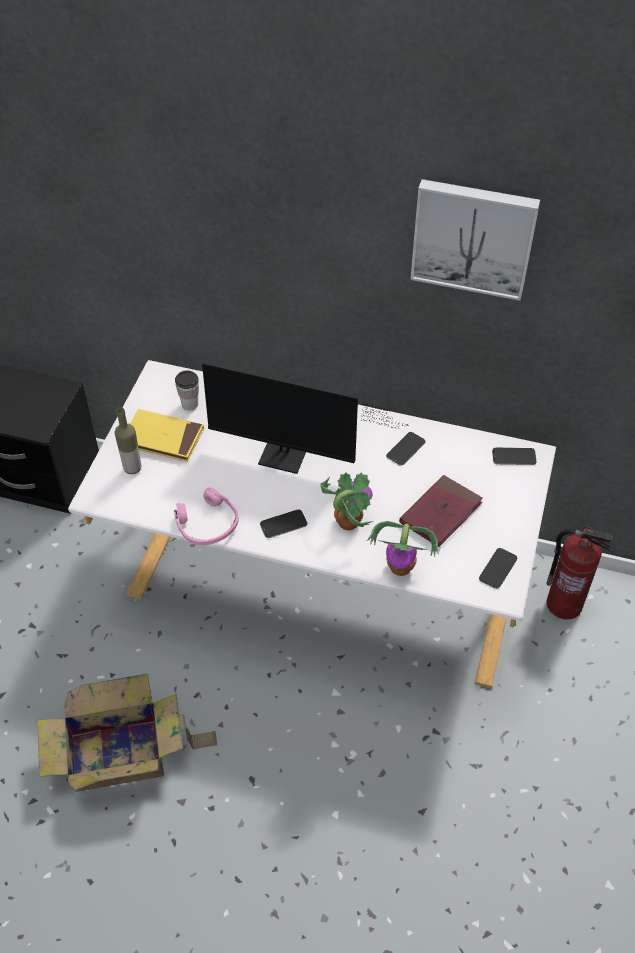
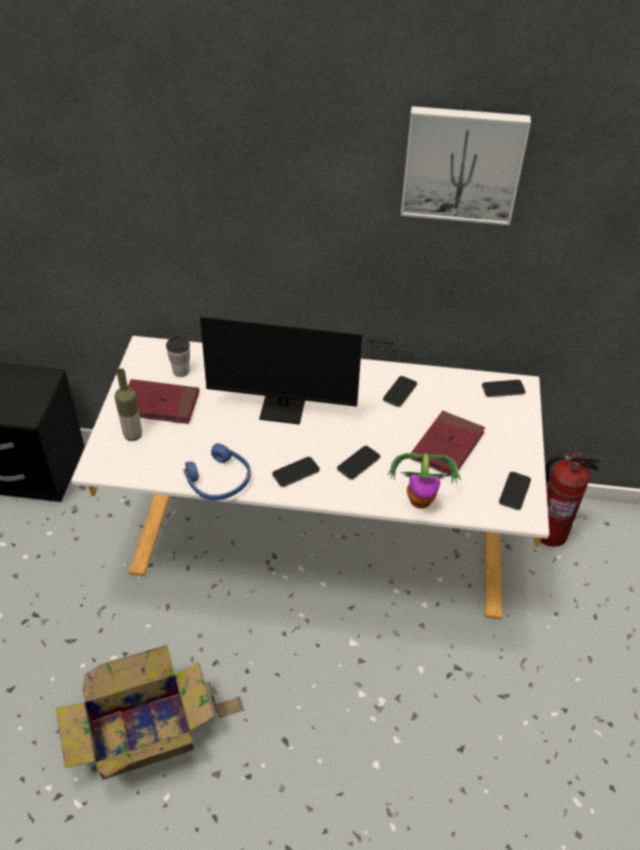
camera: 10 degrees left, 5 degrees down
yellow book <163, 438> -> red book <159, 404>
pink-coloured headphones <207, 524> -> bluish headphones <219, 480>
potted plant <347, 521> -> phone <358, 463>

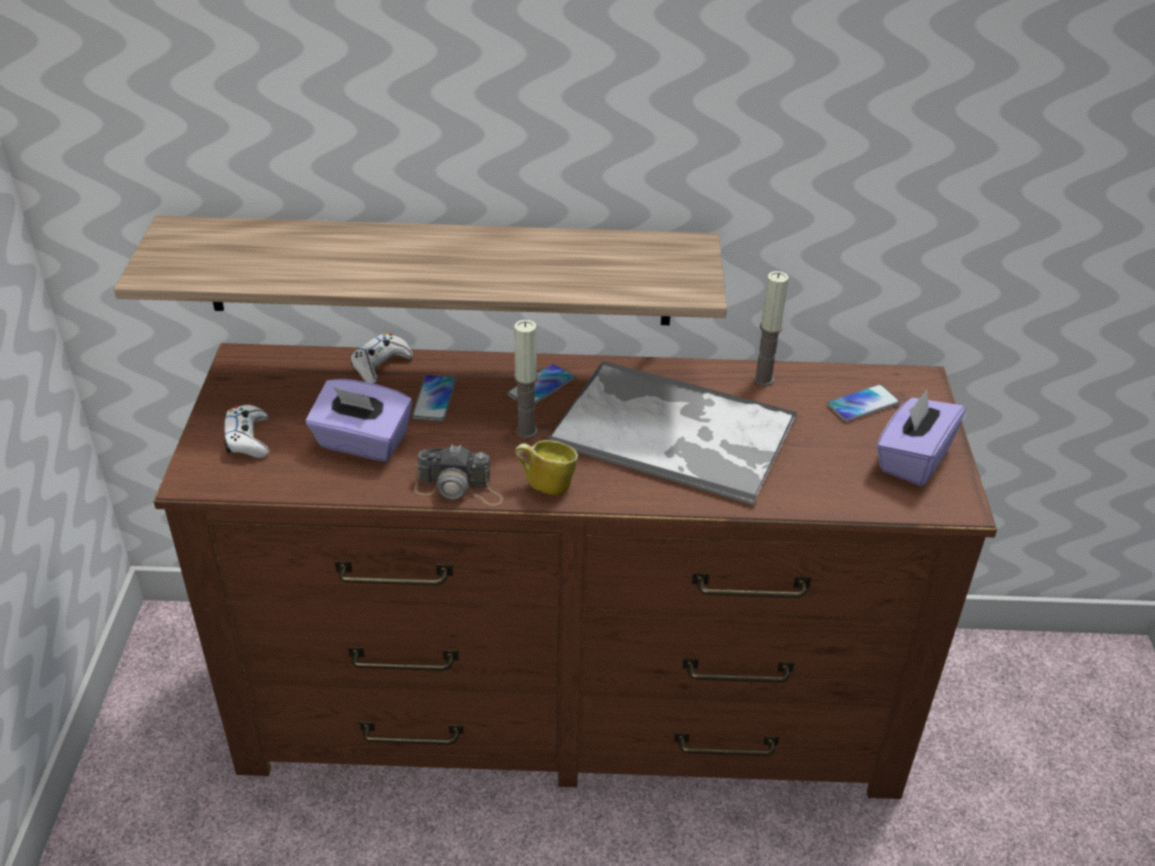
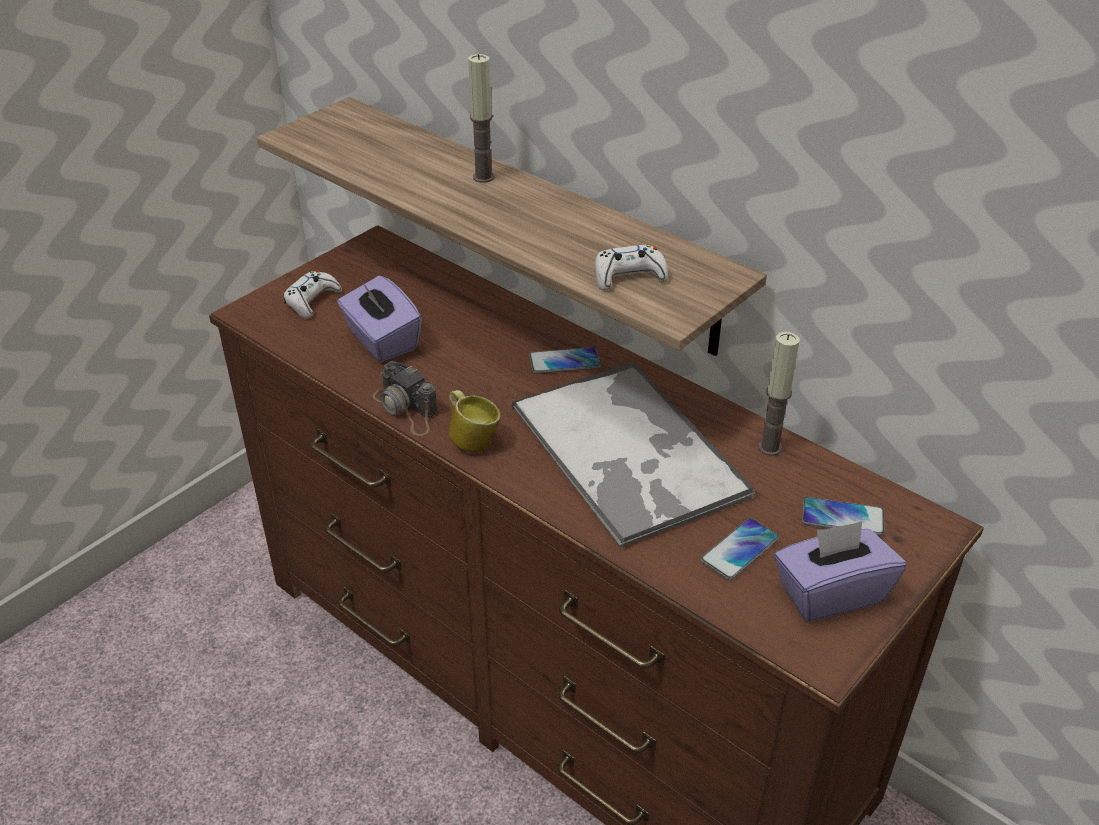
camera: 40 degrees right, 0 degrees up
white-coloured joypad <380, 364> -> white-coloured joypad <628, 276>, shifted
phone <434, 399> -> phone <740, 550>, shifted
candle <526, 431> -> candle <483, 177>, shifted

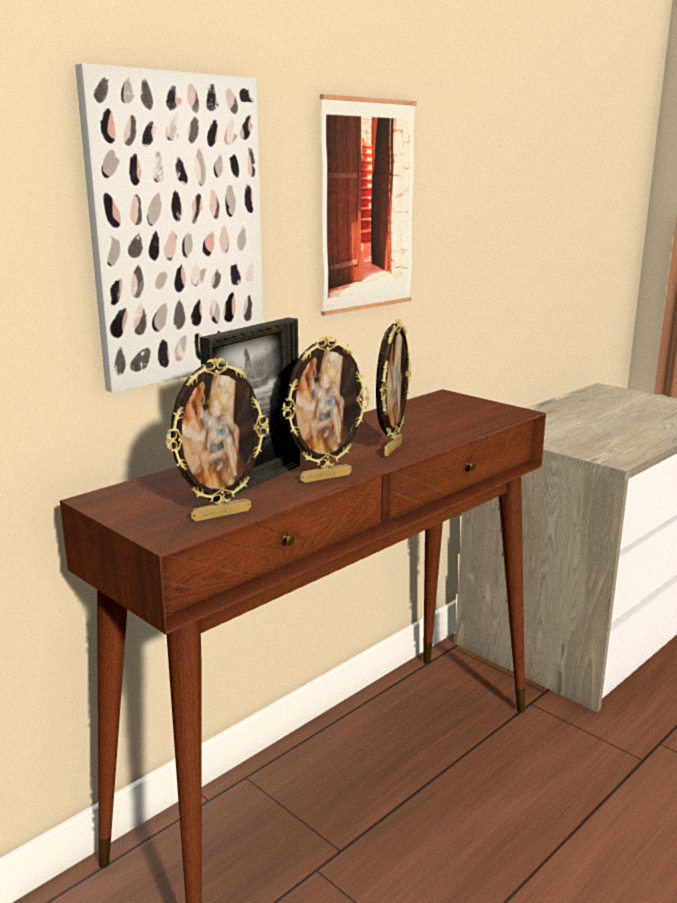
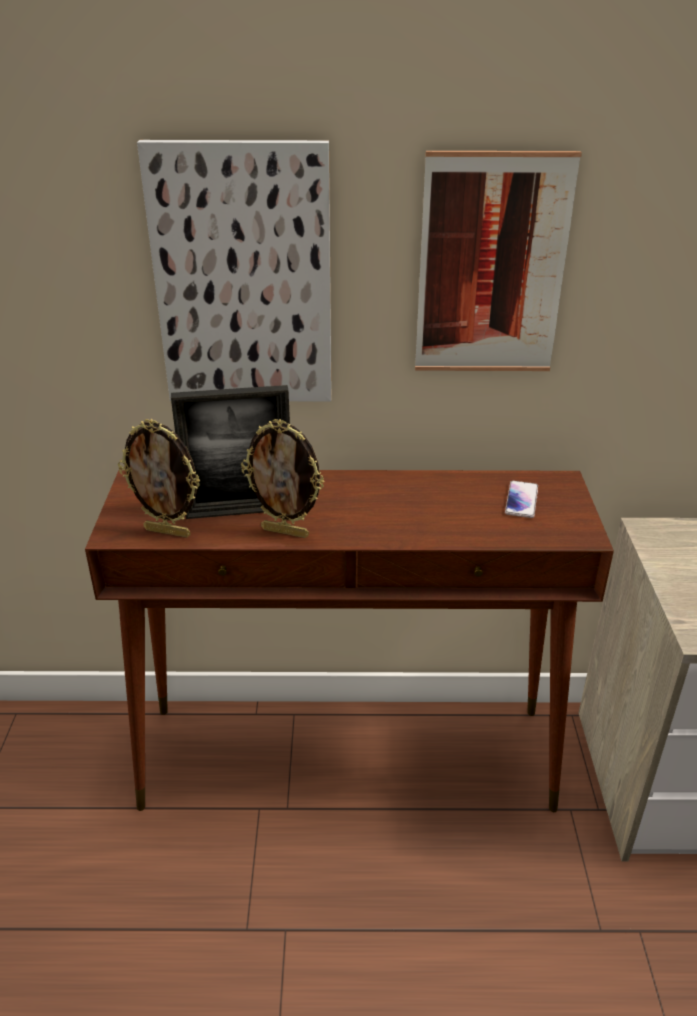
camera: 45 degrees right, 15 degrees up
standing frame <391, 449> -> none
none -> phone <521, 500>

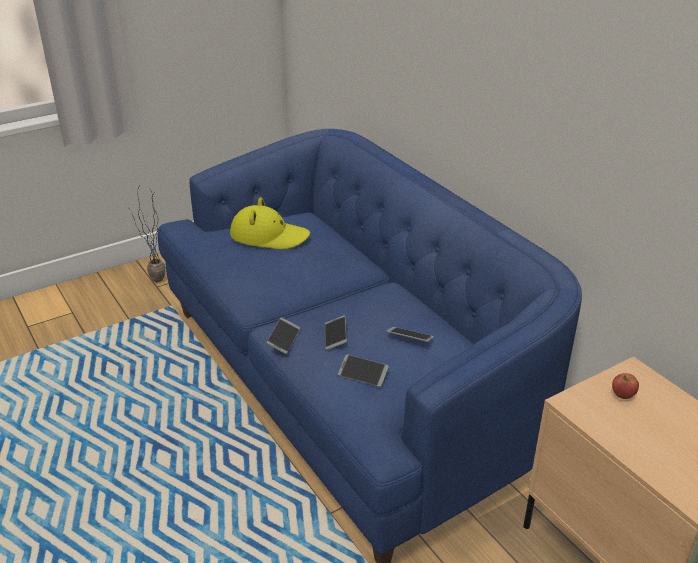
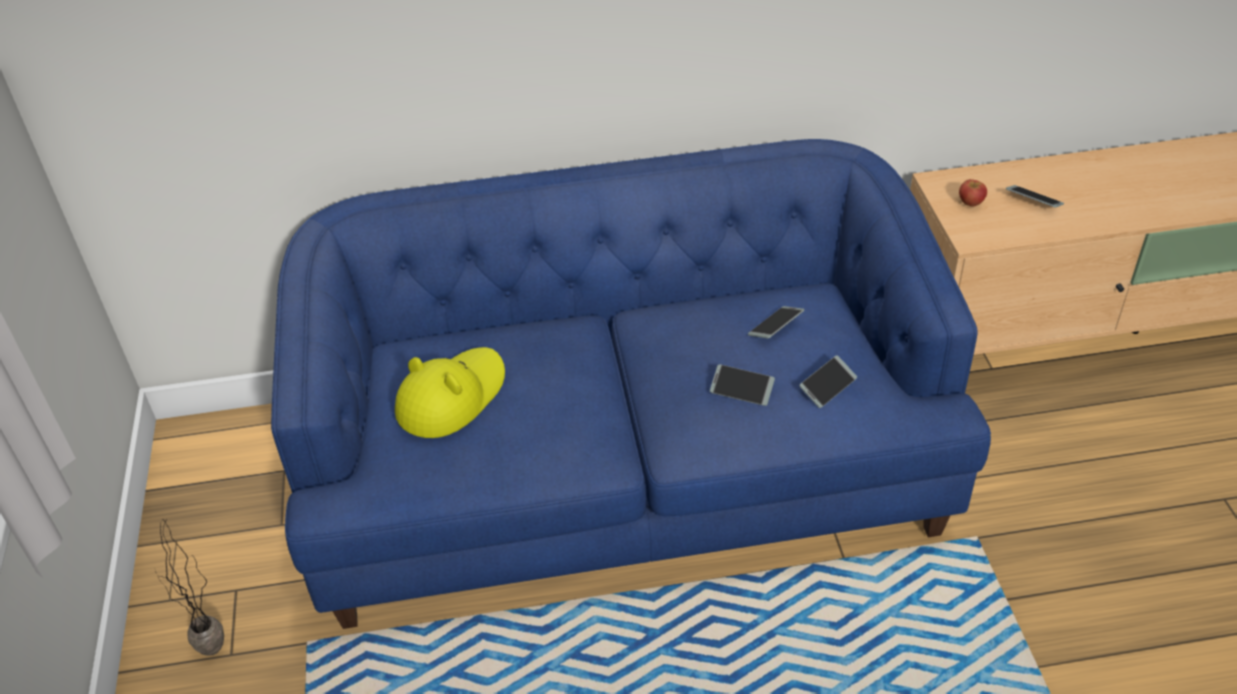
camera: 65 degrees left, 10 degrees up
phone <283, 339> -> phone <1033, 201>, shifted

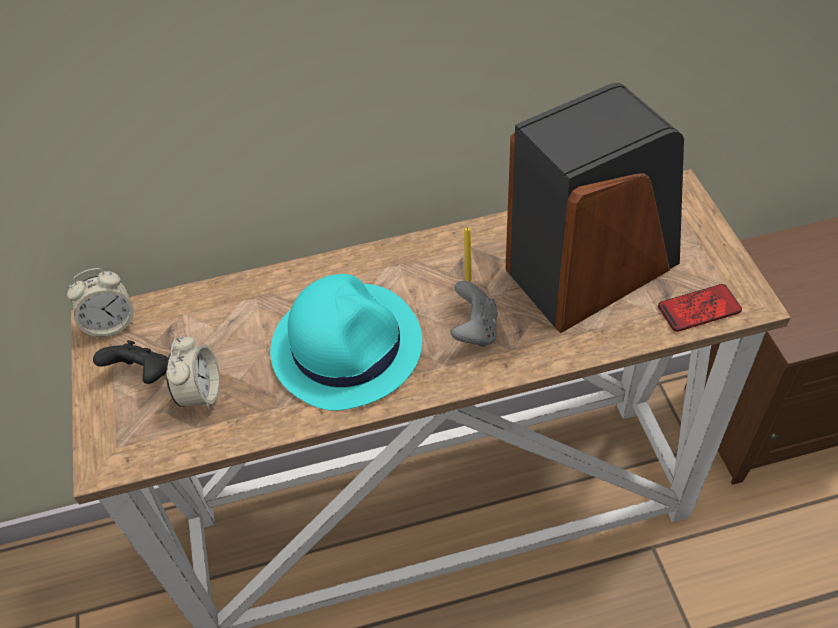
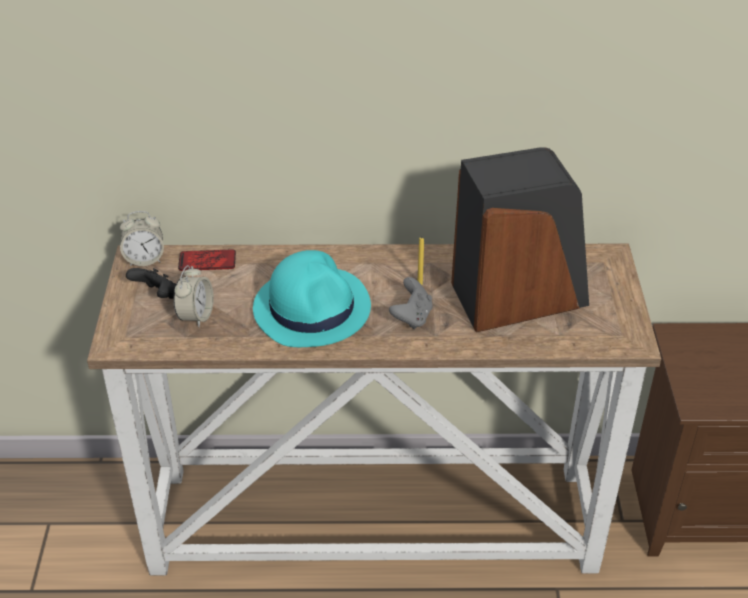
camera: 10 degrees right, 10 degrees down
phone <699, 309> -> phone <207, 261>, shifted

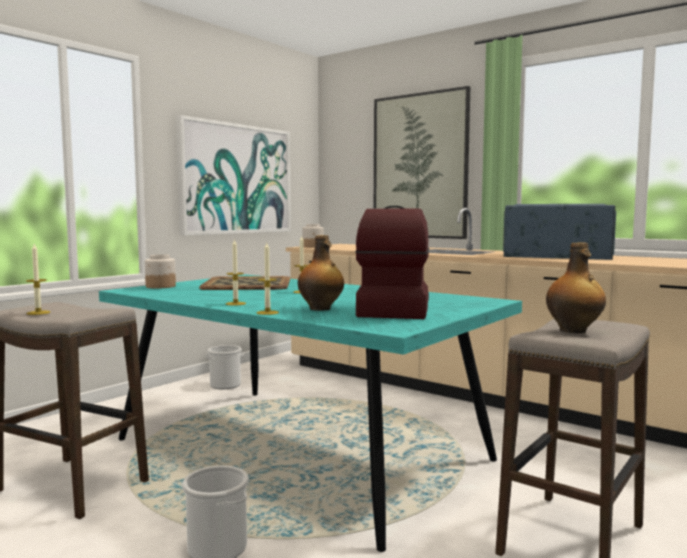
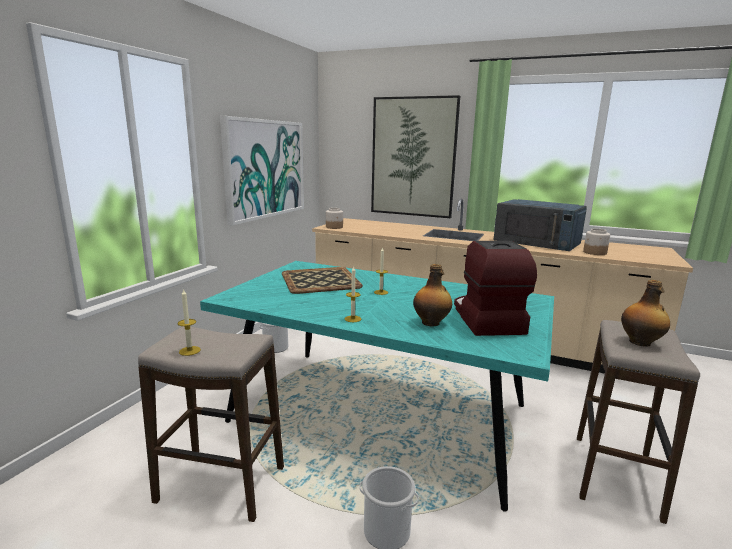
camera: 15 degrees left, 10 degrees up
jar <160, 286> -> jar <594, 252>, shifted
candle <267, 312> -> none
bluish microwave oven <556, 256> -> bluish microwave oven <537, 241>, 150 degrees counterclockwise

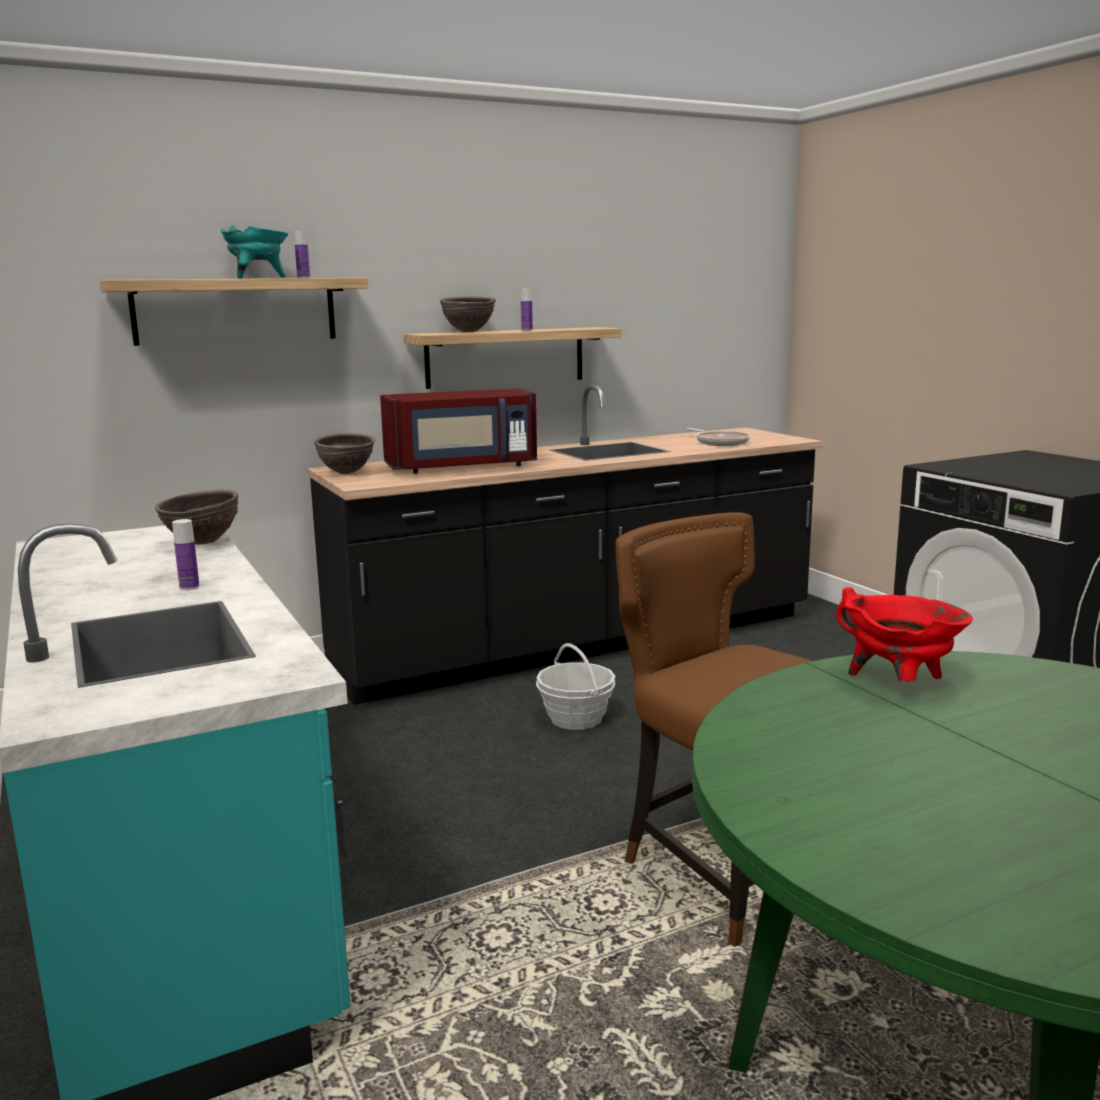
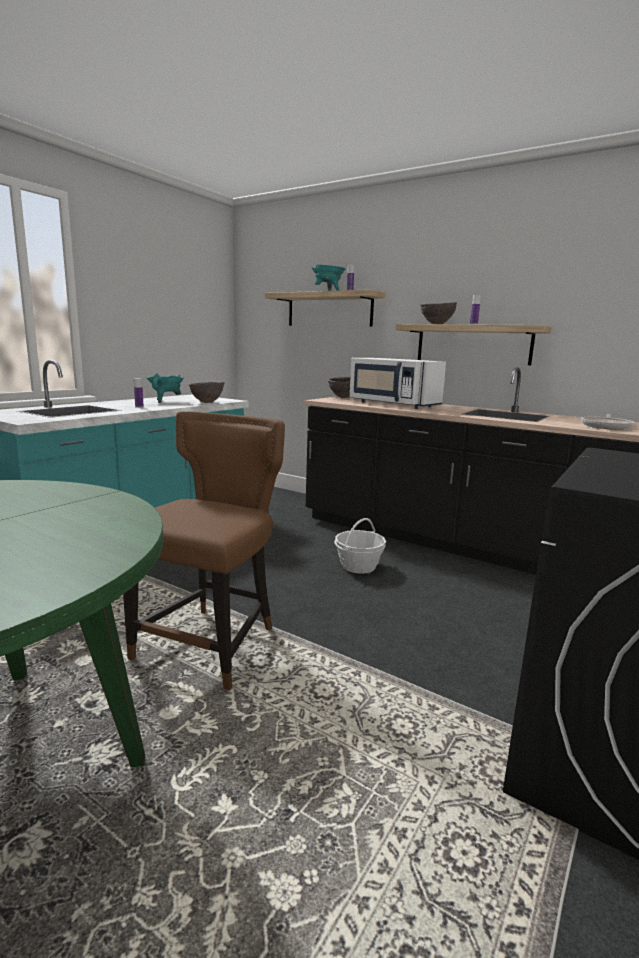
camera: 60 degrees right, 0 degrees up
red microwave oven <462, 467> -> white-coloured microwave oven <392, 404>
red stockpot <899, 685> -> none
none -> turquoise stockpot <165, 401>

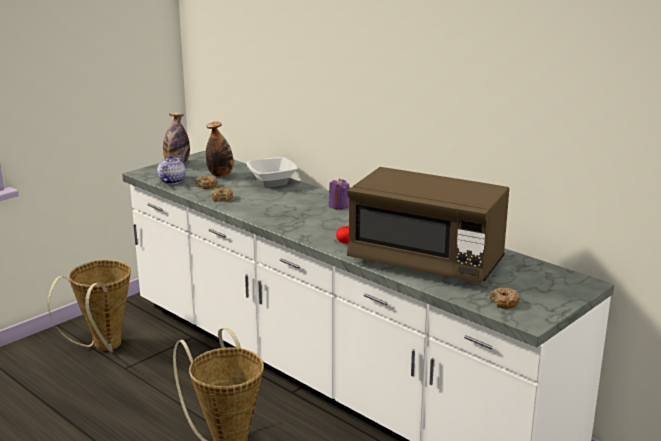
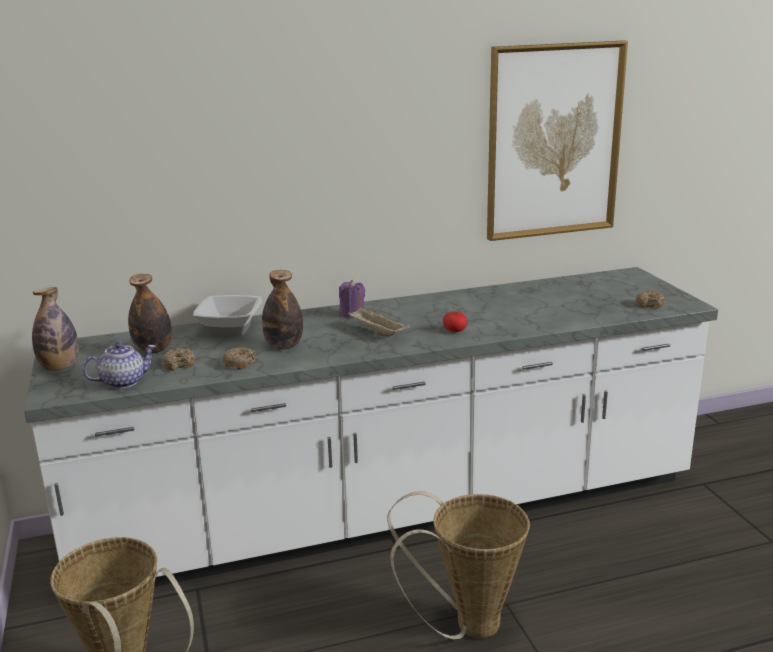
camera: 60 degrees left, 0 degrees up
tea pot <171, 181> -> tea pot <123, 382>, 105 degrees clockwise
brown microwave oven <426, 262> -> none
none -> beverage bottle <284, 346>
none -> beige carrying tray <377, 332>
none -> wall picture <553, 141>

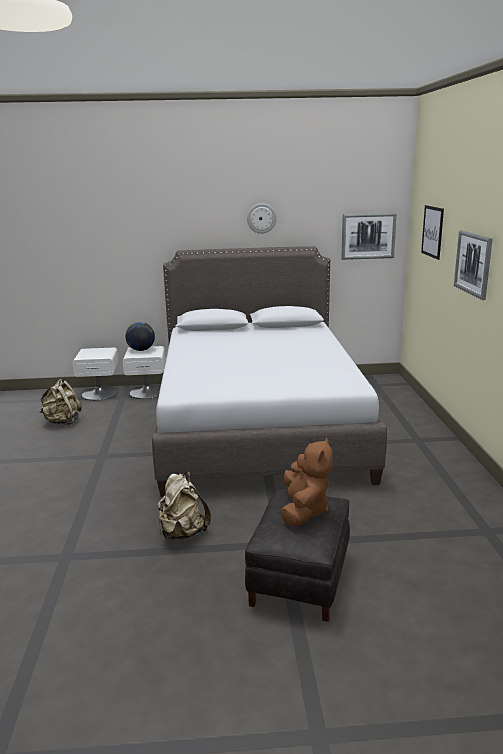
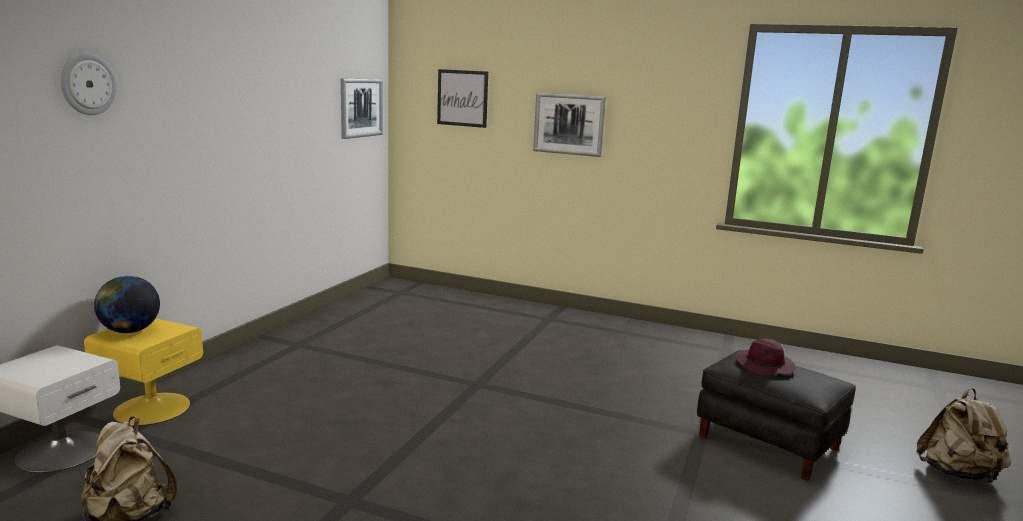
camera: 65 degrees left, 5 degrees down
white-coloured bedside table <147, 391> -> yellow bedside table <151, 408>
gray bedroom bed <257, 425> -> none
beige knapsack <182, 533> -> beige knapsack <958, 474>, shifted
hanging clock <261, 218> -> hanging clock <87, 84>, shifted
brown plush toy <304, 510> -> purple-coloured hat <765, 366>

